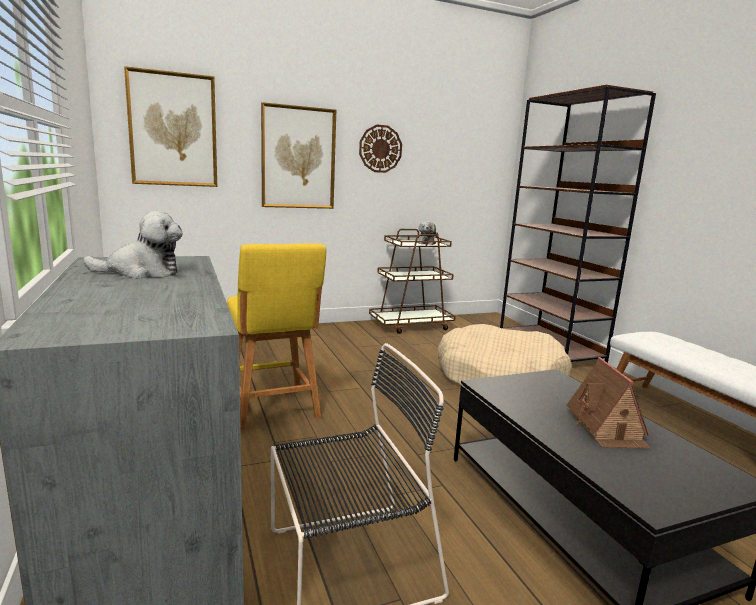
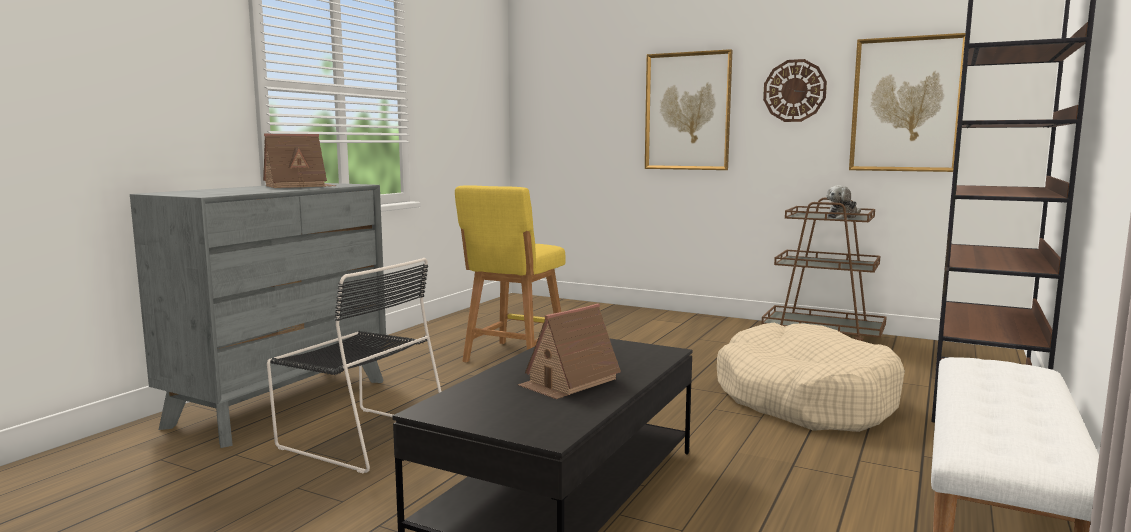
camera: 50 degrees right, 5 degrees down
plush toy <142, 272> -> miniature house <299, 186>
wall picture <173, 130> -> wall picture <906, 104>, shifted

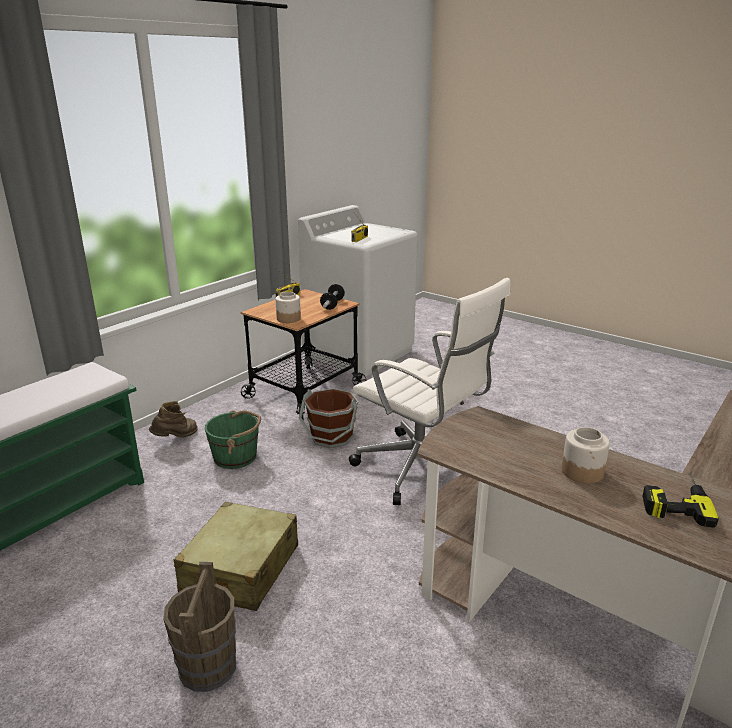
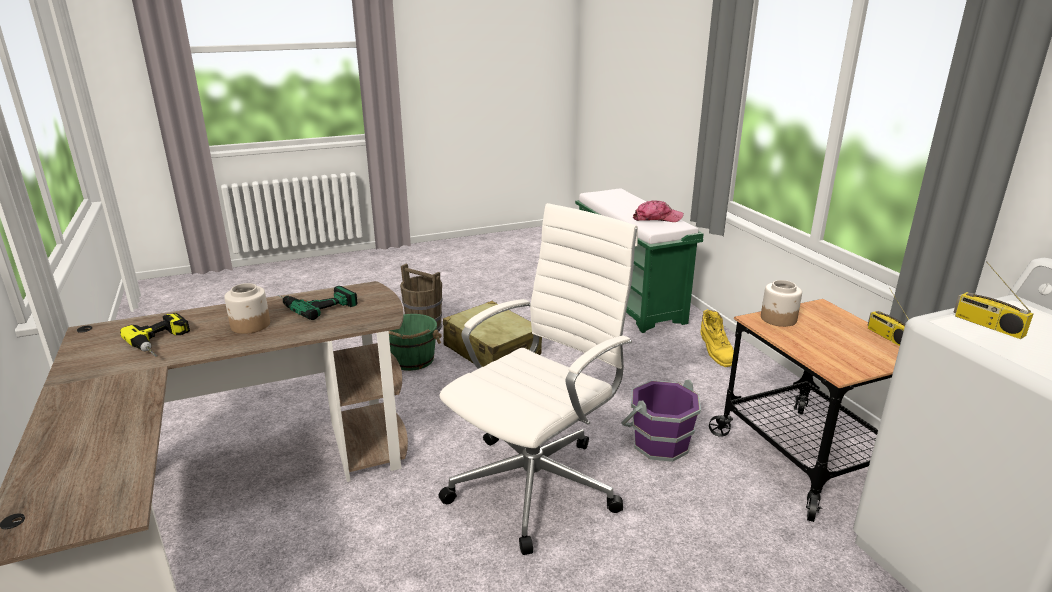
camera: 120 degrees right, 0 degrees up
brown boot <176, 438> -> yellow boot <715, 355>
greenish bucket <236, 457> -> greenish bucket <411, 360>, shifted
brown bucket <331, 437> -> purple-coloured bucket <659, 443>
hand weight <332, 304> -> none
white-coloured office chair <422, 469> -> white-coloured office chair <538, 484>, 150 degrees clockwise
none -> power drill <315, 304>
none -> cap <657, 218>

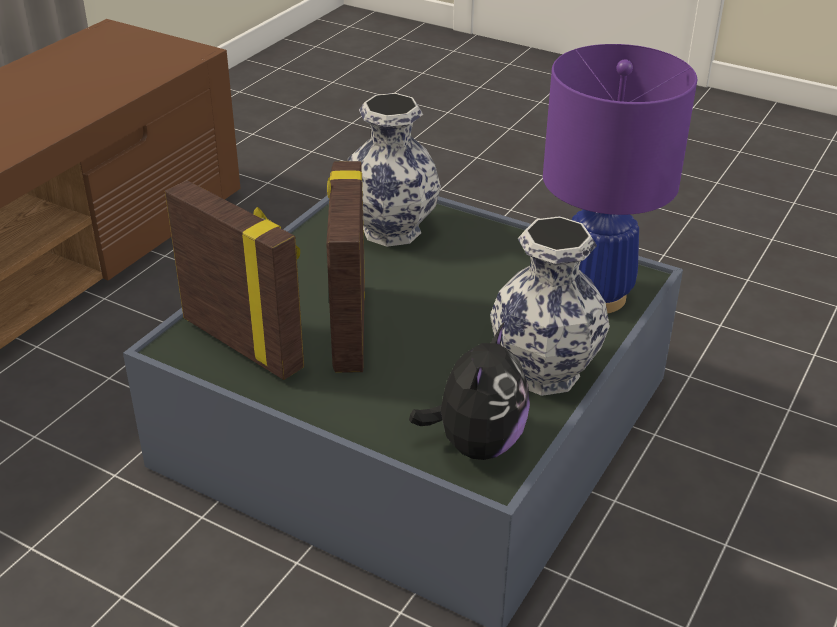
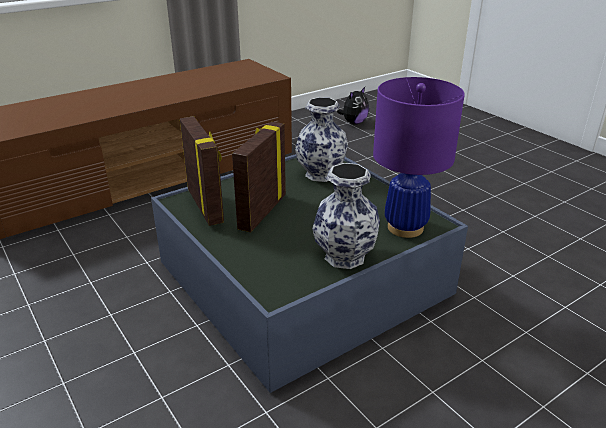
camera: 25 degrees right, 5 degrees down
plush toy <476, 443> -> plush toy <354, 123>, shifted

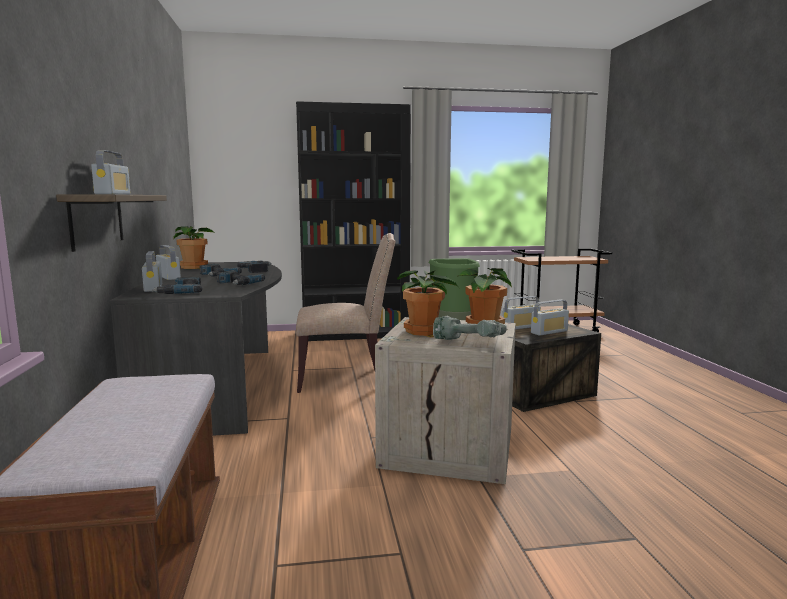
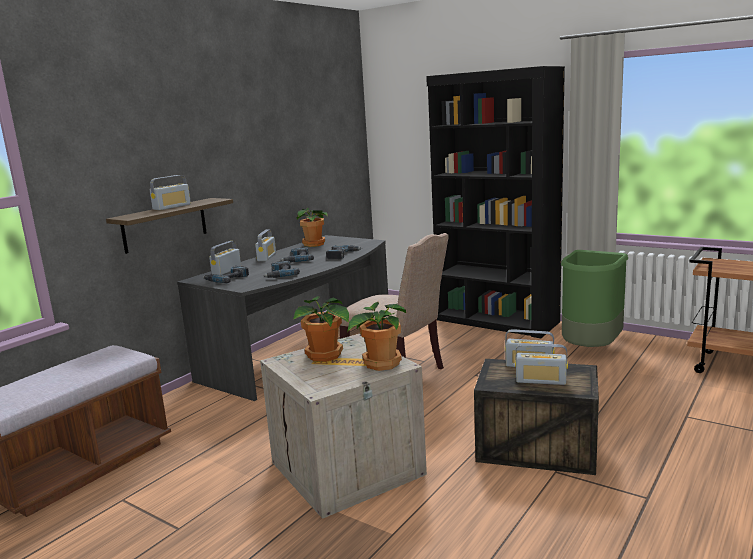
camera: 45 degrees right, 5 degrees up
power drill <470, 343> -> none

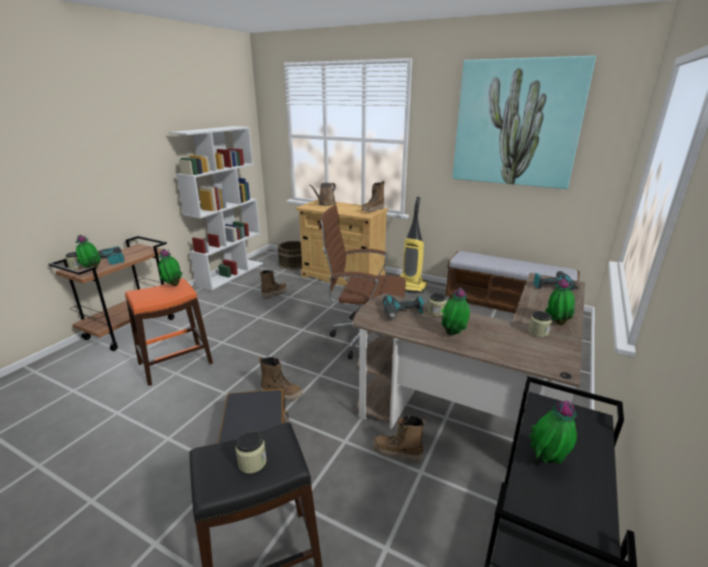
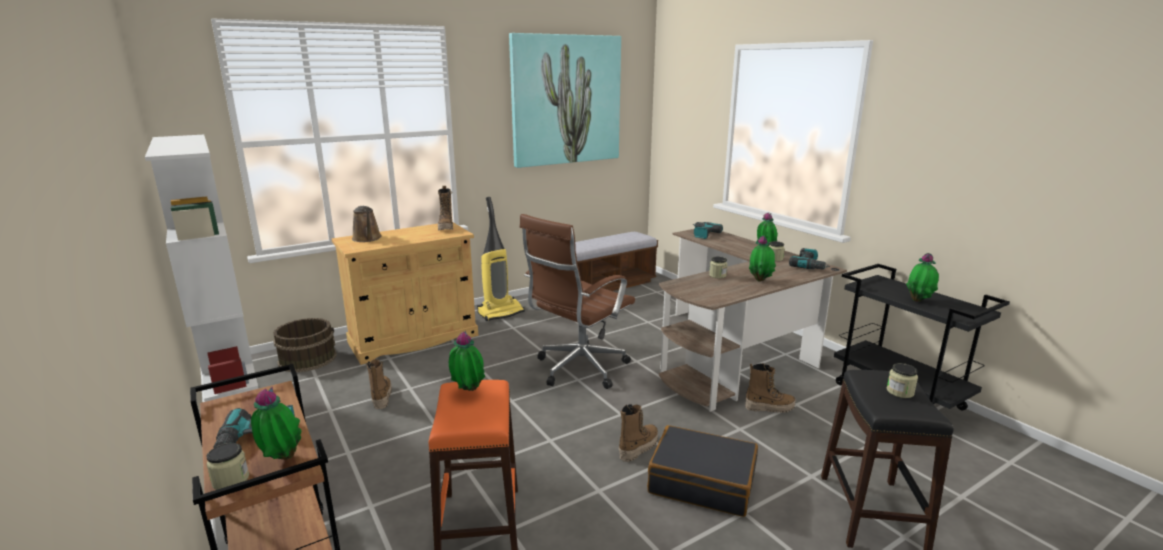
camera: 60 degrees left, 5 degrees down
boot <397, 453> -> boot <769, 407>, 135 degrees counterclockwise
power drill <403, 313> -> power drill <809, 266>, shifted

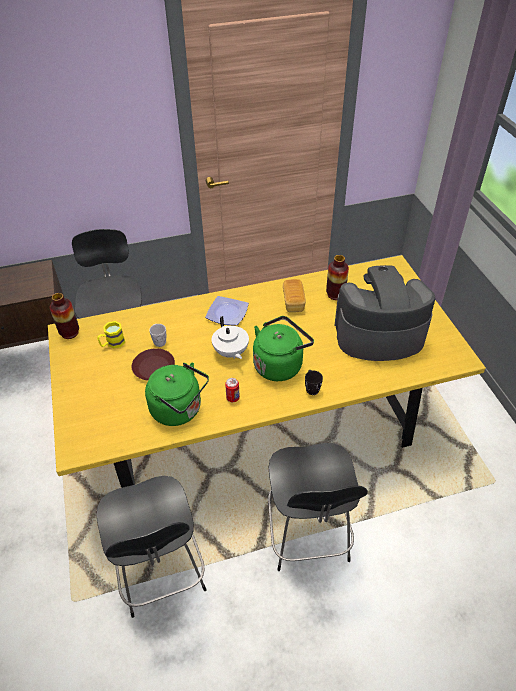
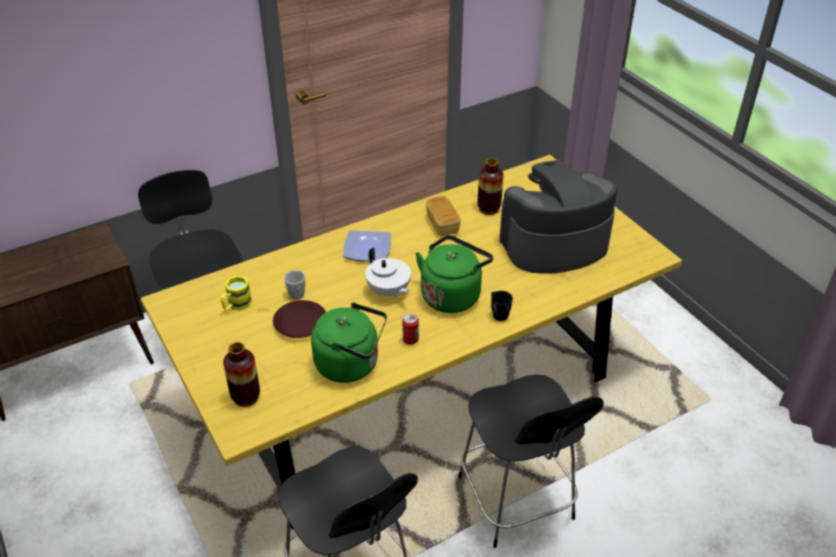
camera: 15 degrees left, 5 degrees down
decorative vase <70, 333> -> decorative vase <246, 397>, shifted

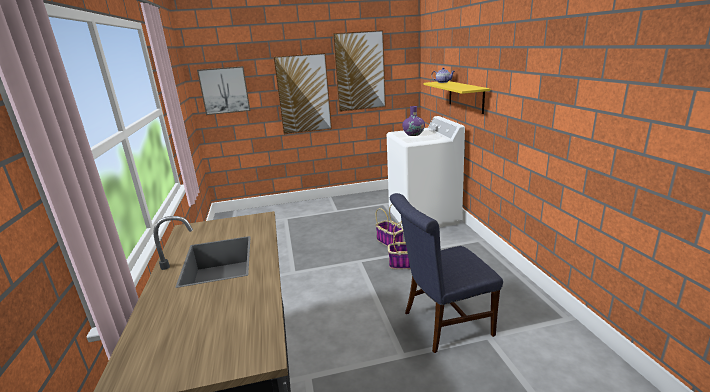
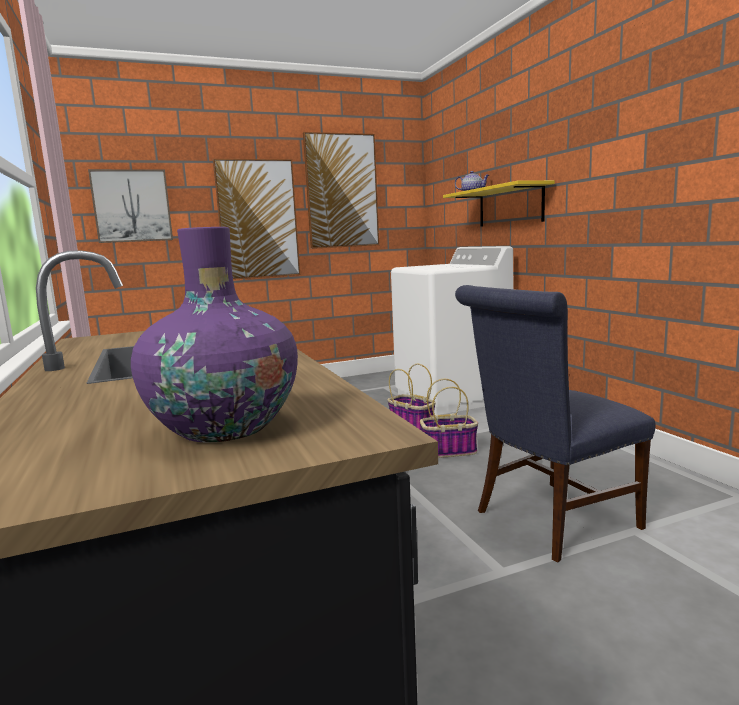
camera: 10 degrees left, 10 degrees down
purple-coloured decorative vase <413, 134> -> purple-coloured decorative vase <224, 427>, shifted

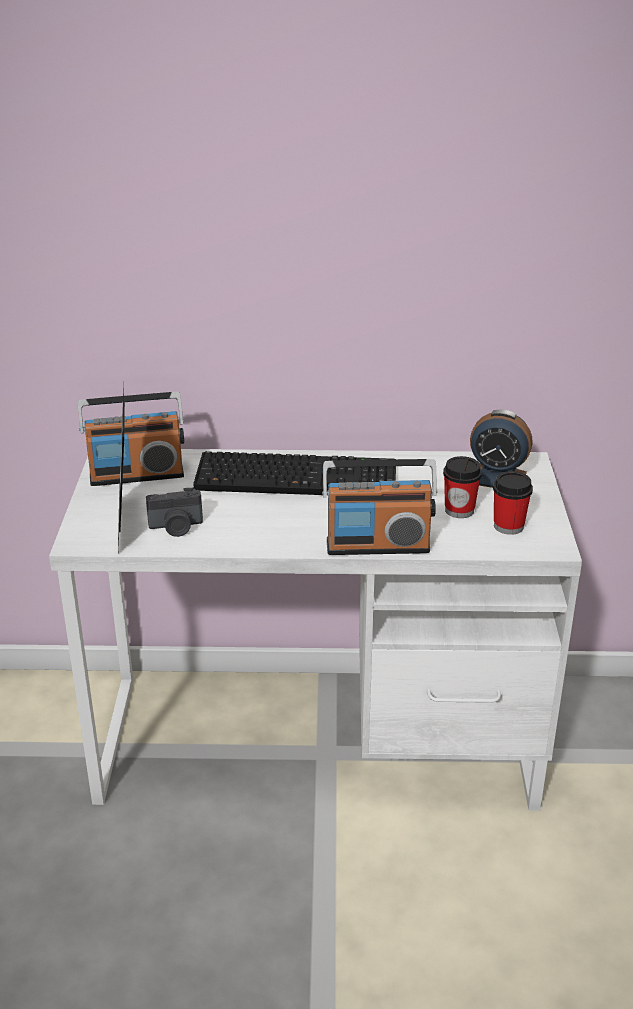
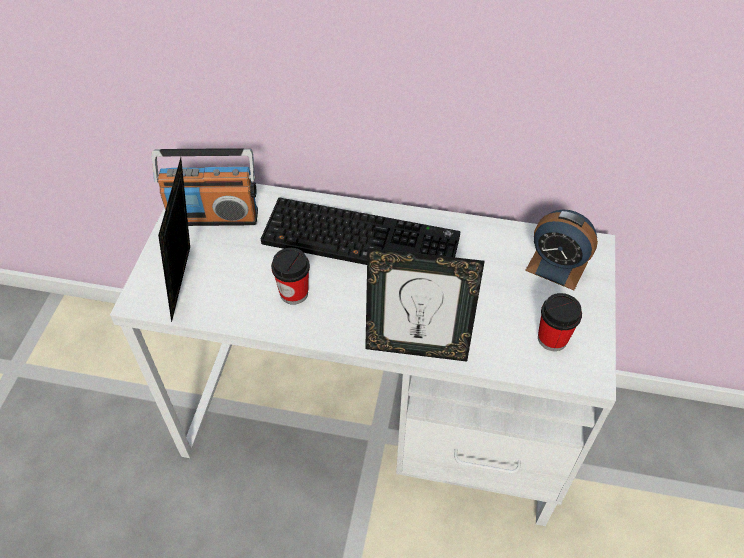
camera: 10 degrees right, 20 degrees up
photo camera <176, 527> -> none
radio <377, 546> -> standing frame <416, 348>
small cup <459, 510> -> small cup <294, 293>, shifted

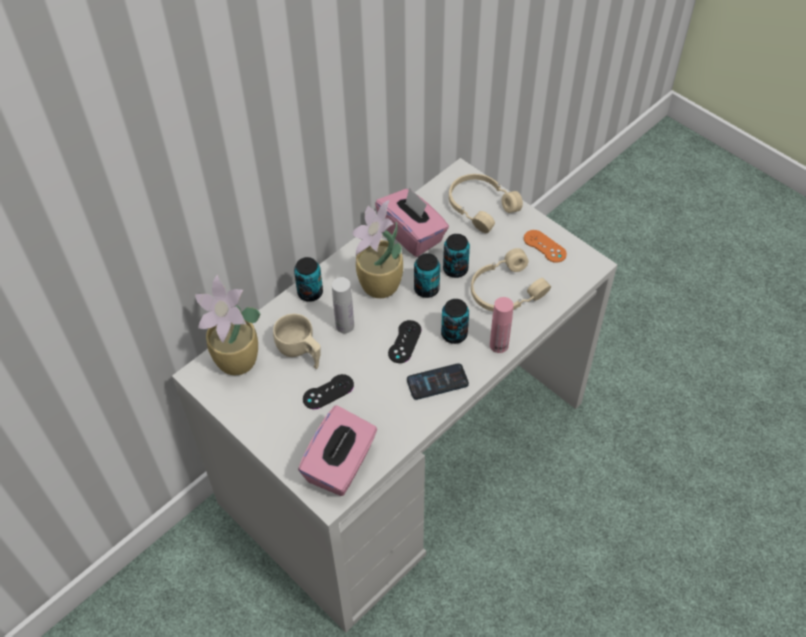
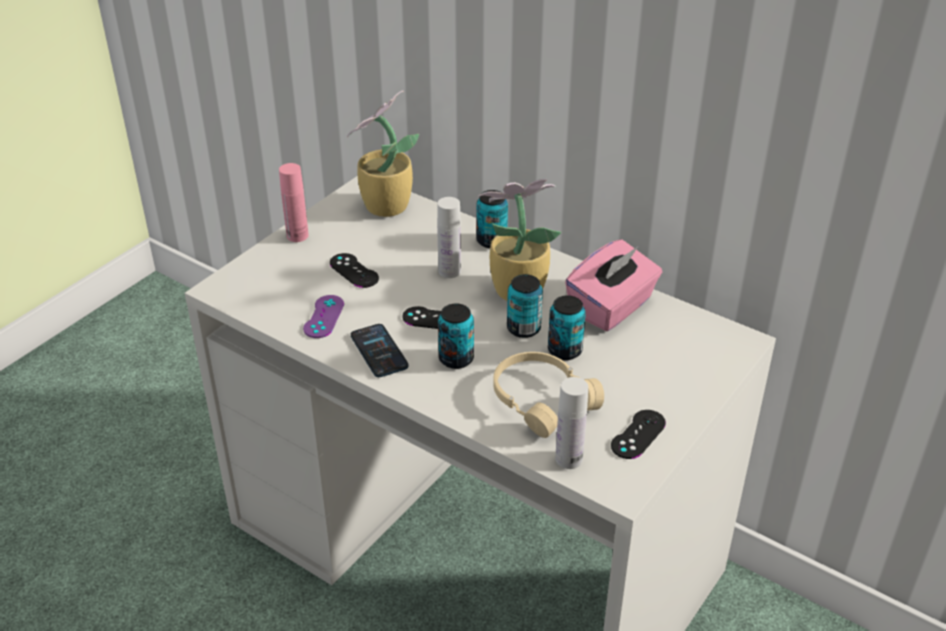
camera: 80 degrees right, 15 degrees down
beige small cup <300, 352> -> none
pink-coloured box of tissues <341, 465> -> none
beige headphones <481, 206> -> none
pink-coloured beverage bottle <499, 345> -> pink-coloured beverage bottle <297, 236>, shifted
orangey joypad <544, 246> -> blackish joypad <638, 434>
none -> purple-coloured joypad <324, 317>
none -> white-coloured beverage bottle <569, 459>

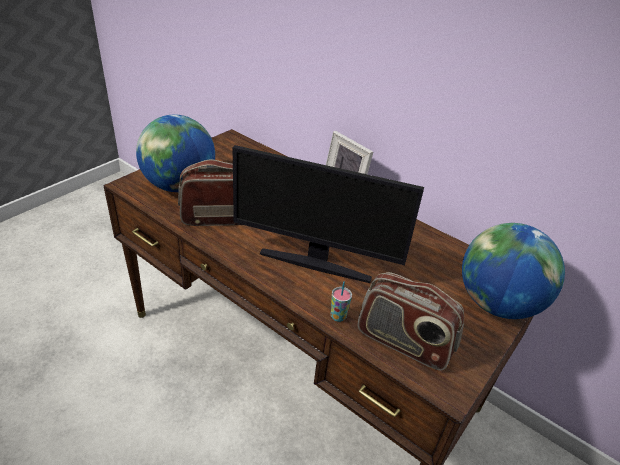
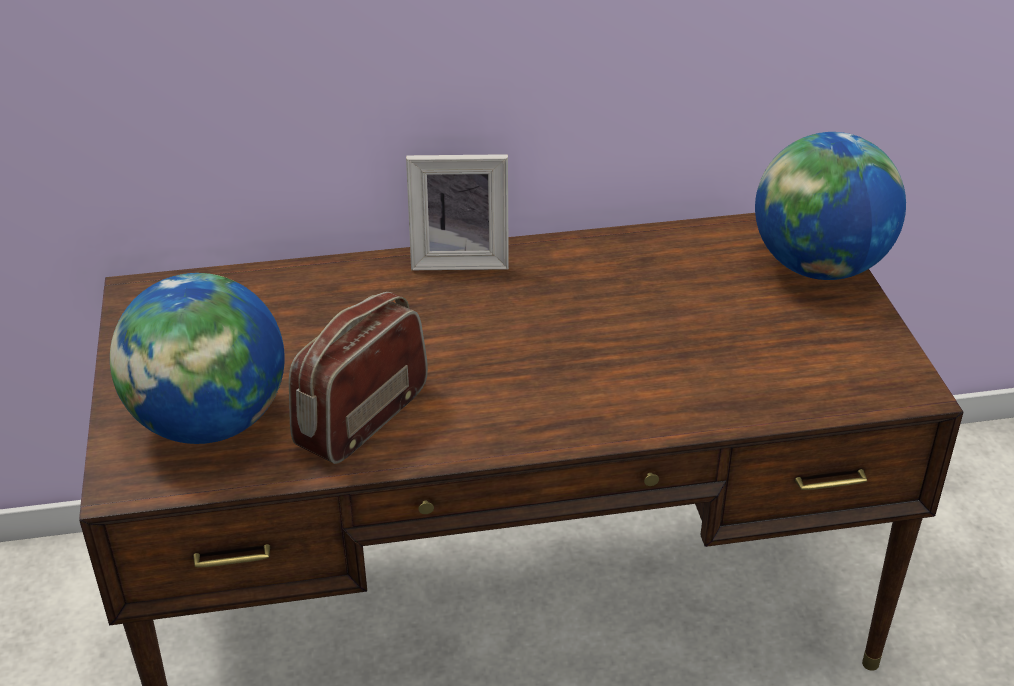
camera: 45 degrees left, 0 degrees up
computer screen <315, 263> -> none
small cup <338, 316> -> none
radio <403, 342> -> none

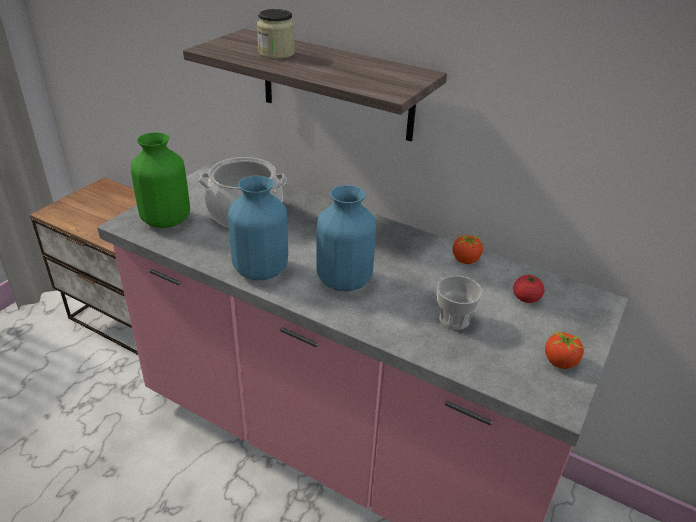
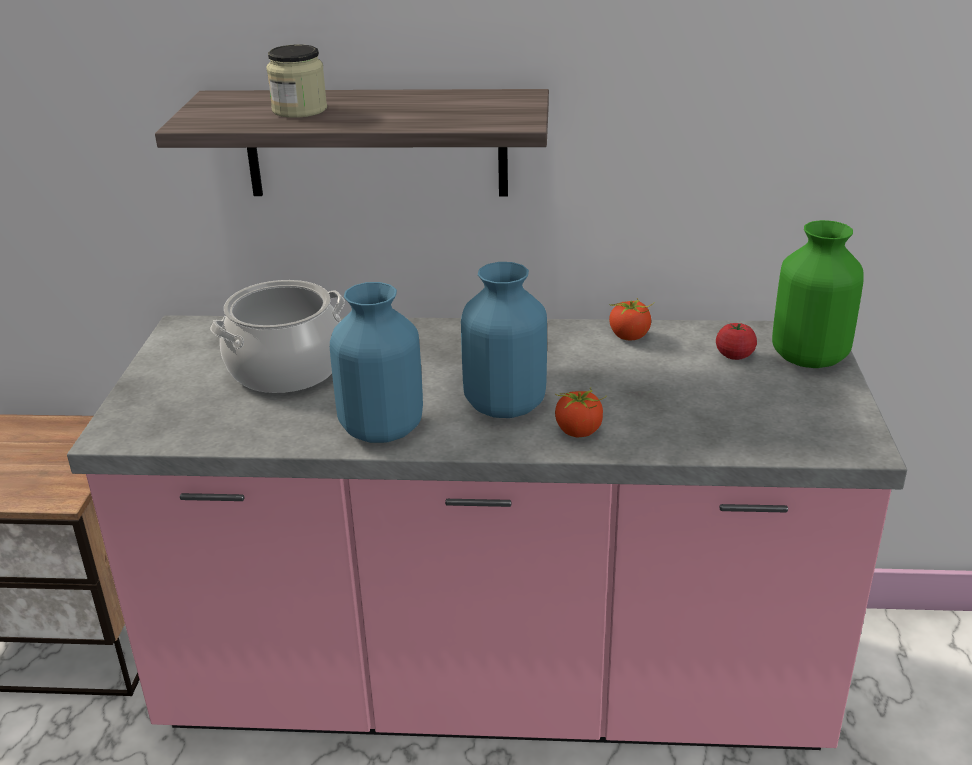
camera: 25 degrees left, 5 degrees down
greenish decorative vase <165, 220> -> greenish decorative vase <807, 357>, shifted
small cup <454, 320> -> none
whole tomato <560, 362> -> whole tomato <579, 431>, shifted

